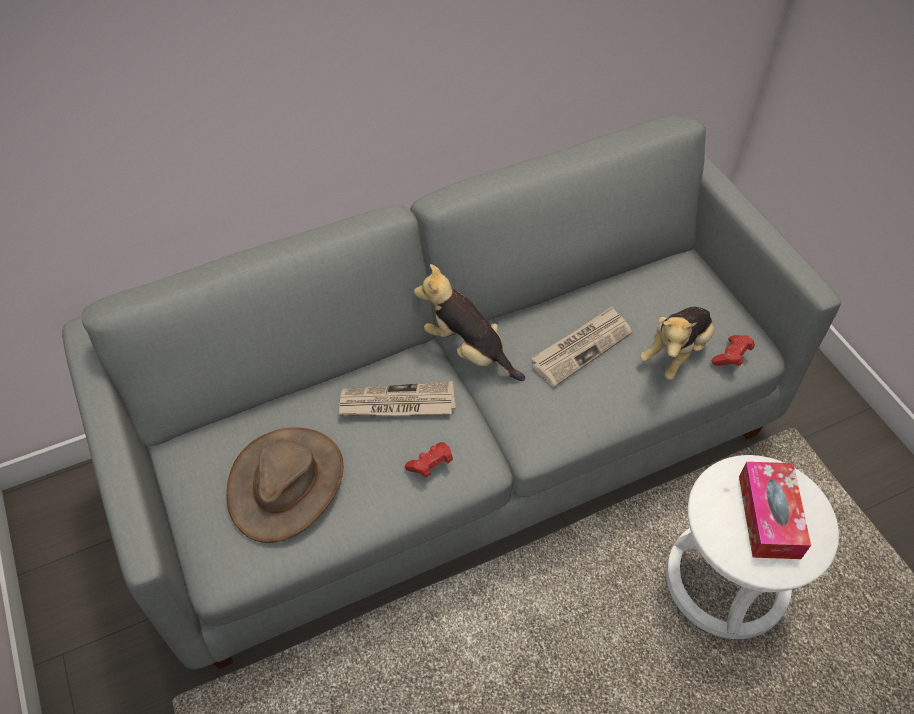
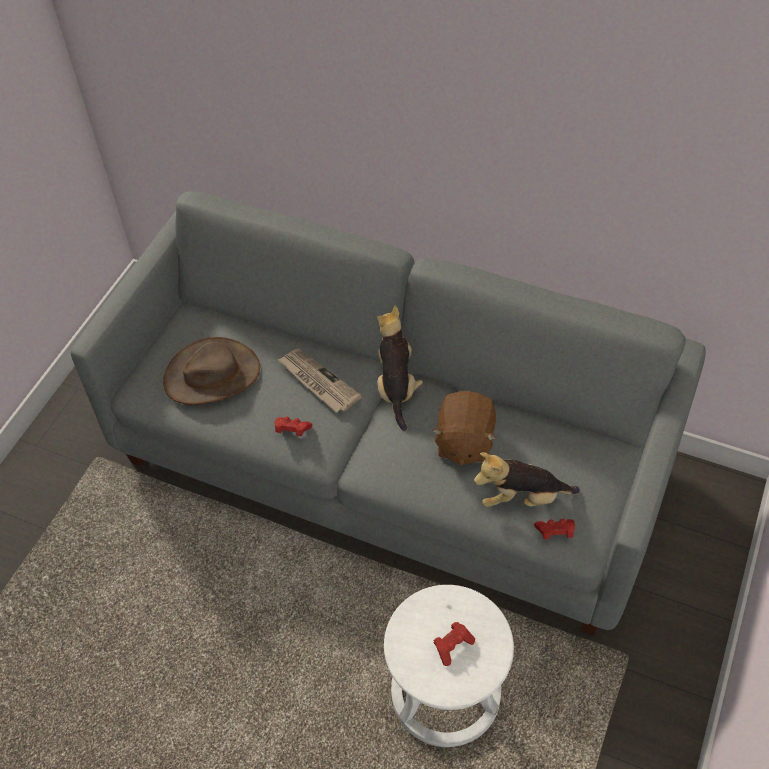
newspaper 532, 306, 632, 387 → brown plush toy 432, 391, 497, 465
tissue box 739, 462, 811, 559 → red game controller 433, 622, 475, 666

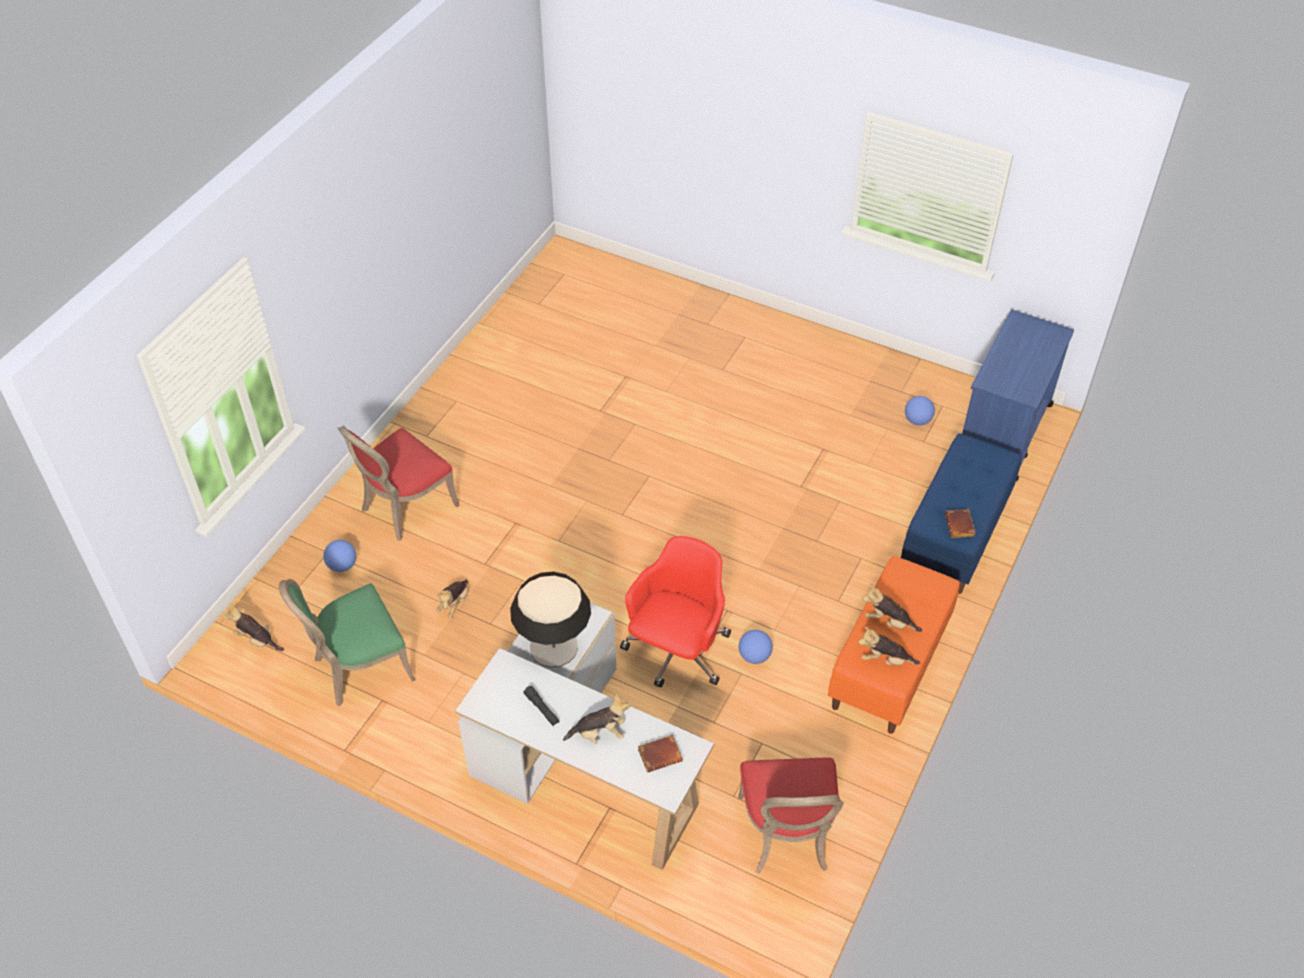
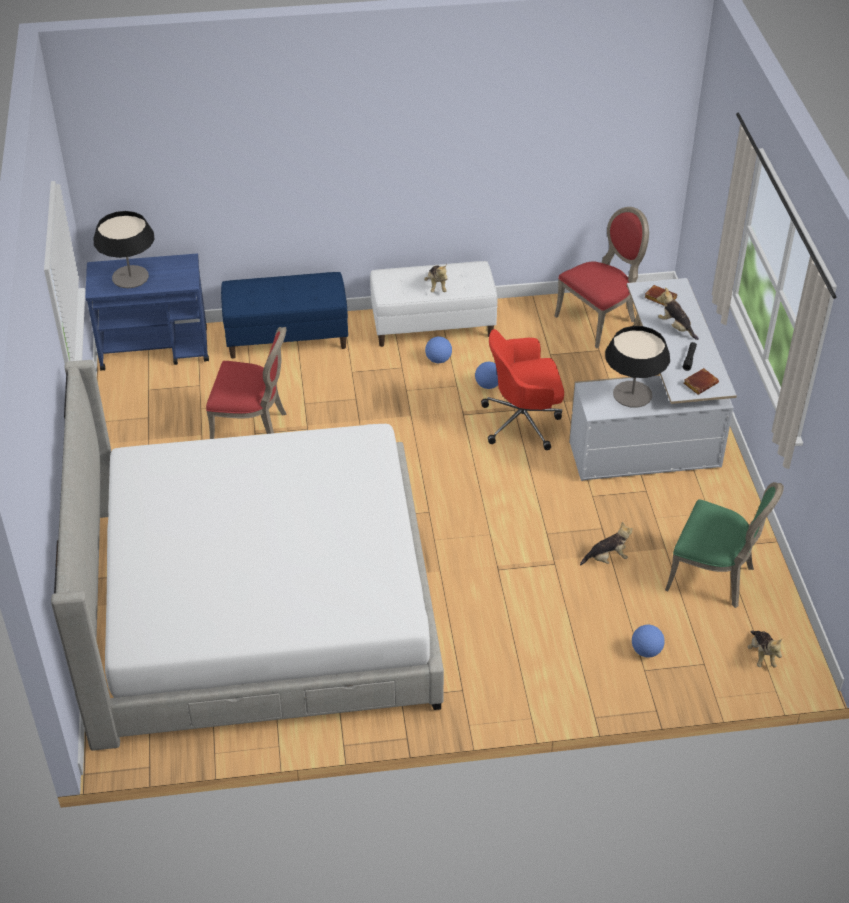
- → bed 51, 360, 444, 751
- → table lamp 94, 211, 155, 288
red chair 338, 425, 460, 541 → red chair 206, 327, 287, 439, move
orange bench 828, 556, 960, 734 → white bench 370, 261, 498, 347
football 905, 396, 935, 426 → football 425, 336, 452, 363, move
brown book 945, 509, 976, 538 → brown book 684, 368, 719, 395, move
plush toy 858, 627, 920, 666 → -

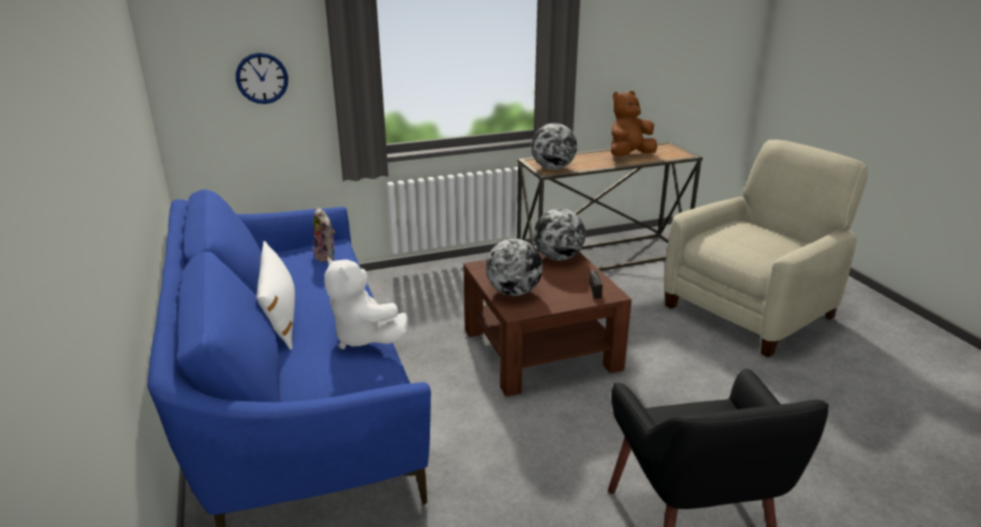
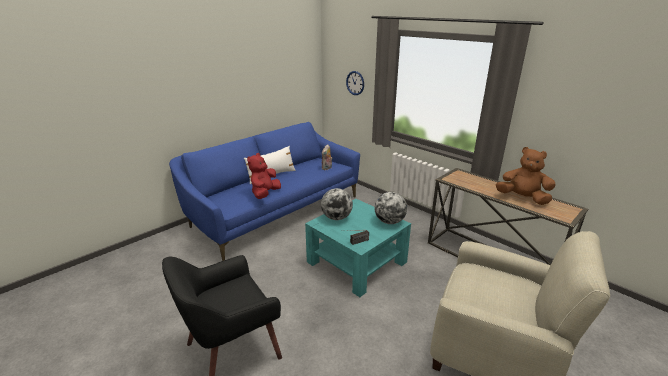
white plush toy 324, 257, 408, 349 → red plush toy 247, 153, 281, 199
brown coffee table 464, 251, 632, 397 → turquoise coffee table 305, 199, 411, 297
globe 531, 123, 577, 170 → -

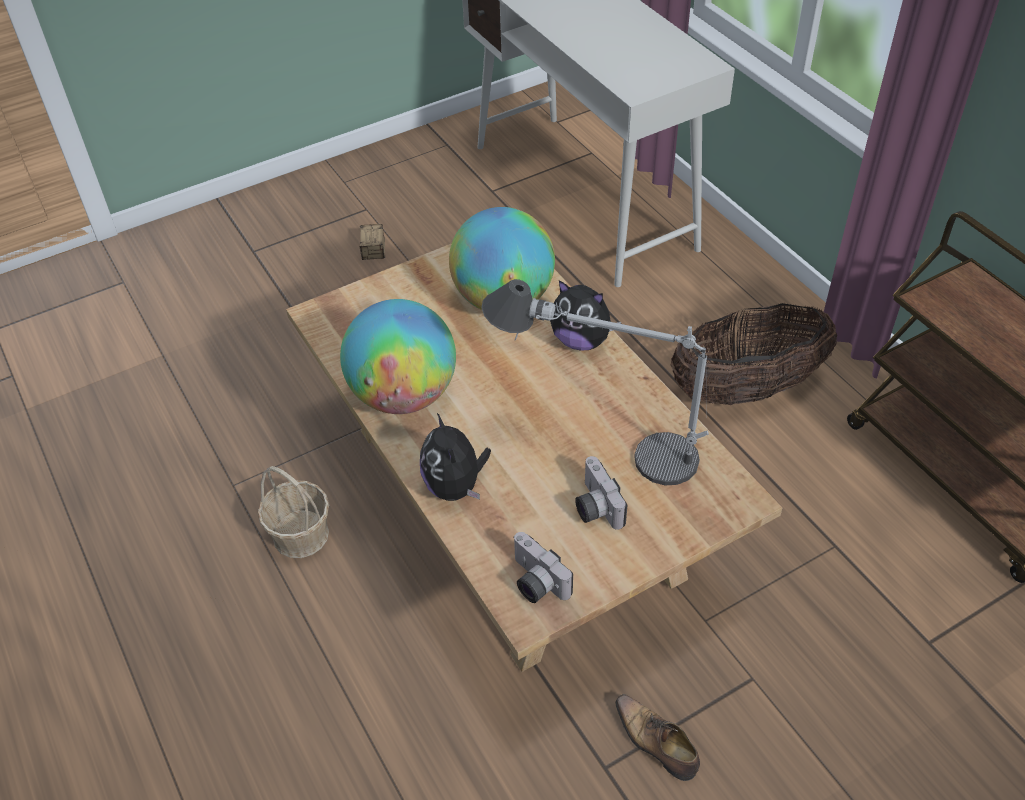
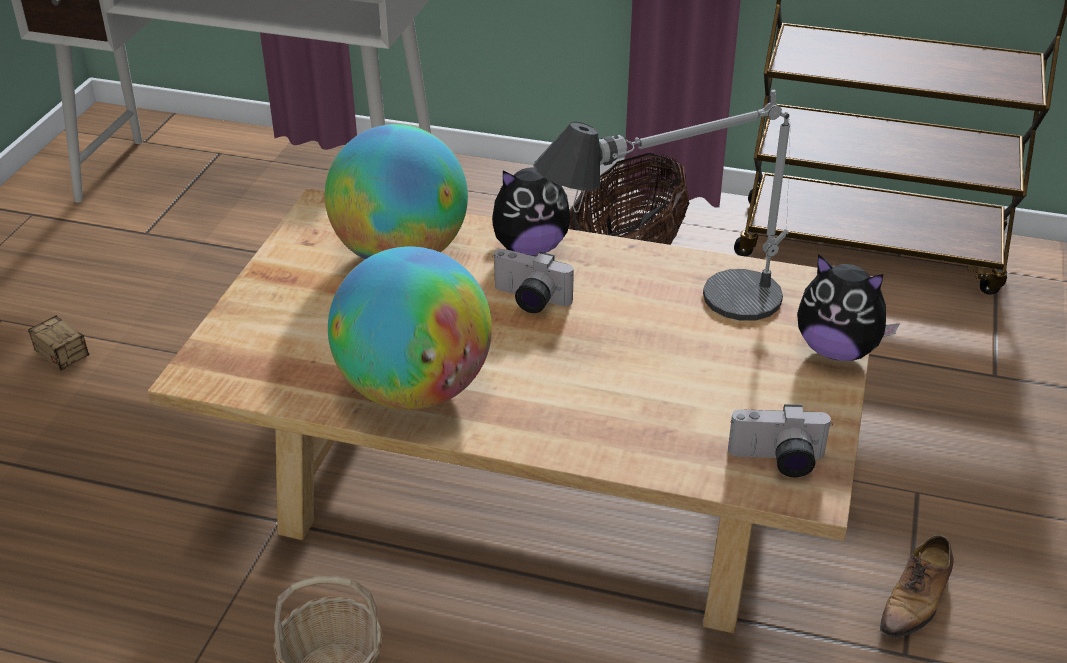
photo camera 575, 456, 627, 530 → photo camera 492, 249, 574, 313, move
plush toy 420, 413, 491, 501 → plush toy 797, 254, 899, 361, move
shoe 615, 694, 700, 781 → shoe 880, 535, 953, 644, 60 degrees counterclockwise

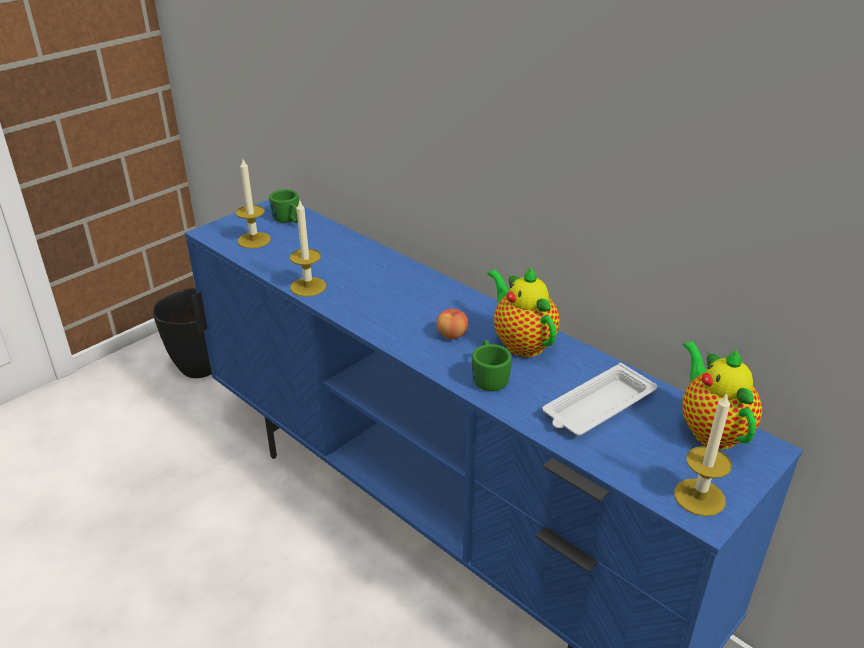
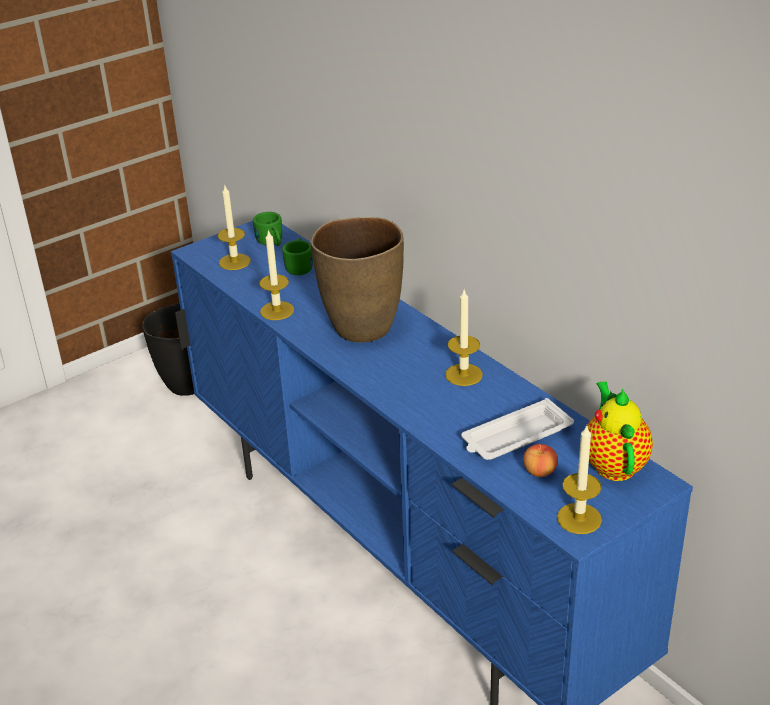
green mug 472, 340, 512, 391 → green mug 282, 238, 313, 275, move
- → brown vase 311, 217, 404, 343
teapot 488, 267, 560, 357 → candle 445, 290, 483, 386
apple 436, 308, 468, 339 → apple 523, 444, 558, 477, move

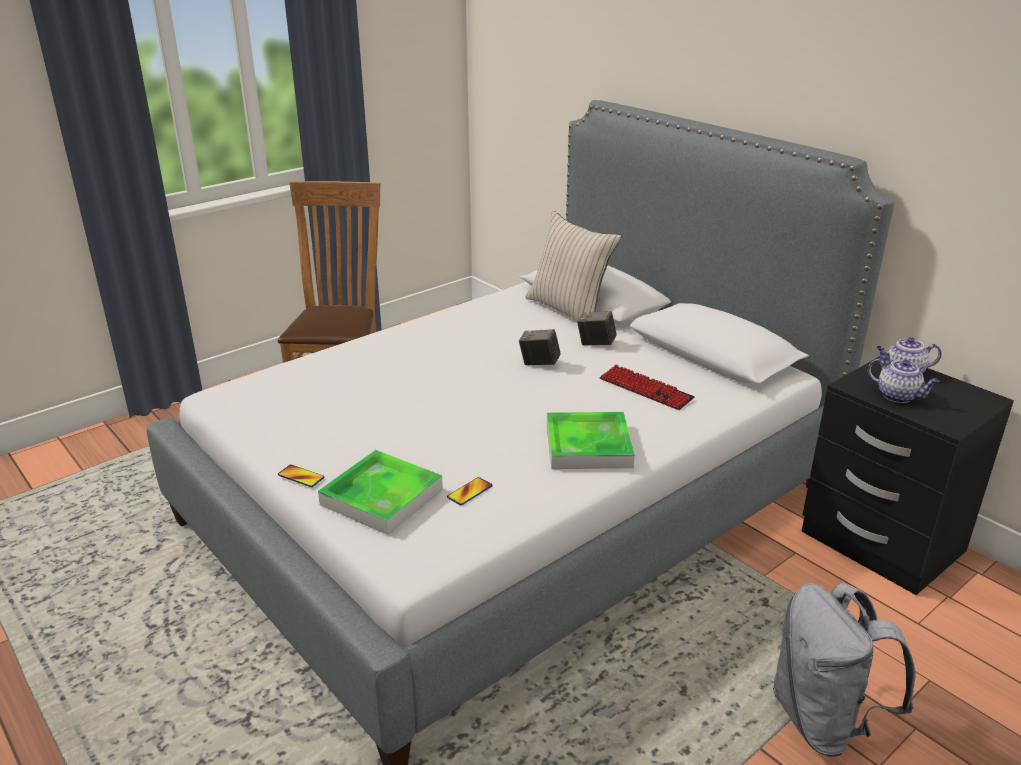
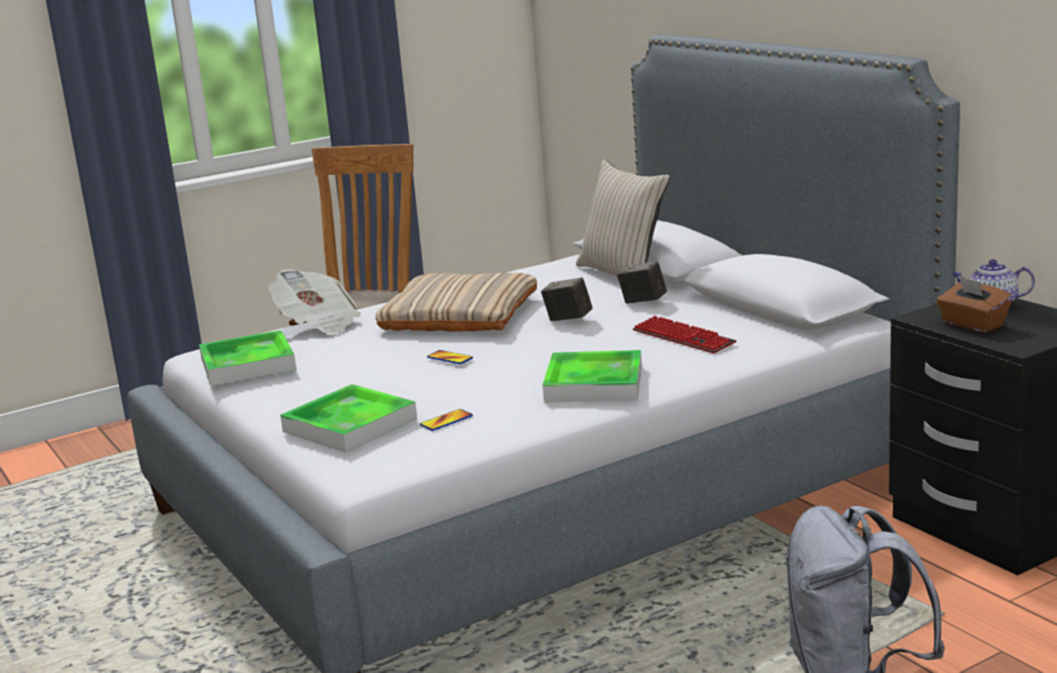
- → tray 199, 330, 297, 386
- → newspaper 268, 269, 361, 335
- → beige pillow 375, 273, 537, 332
phone 278, 465, 324, 487 → phone 427, 350, 473, 364, move
teapot 868, 358, 940, 403 → brown tissue box 937, 276, 1012, 333

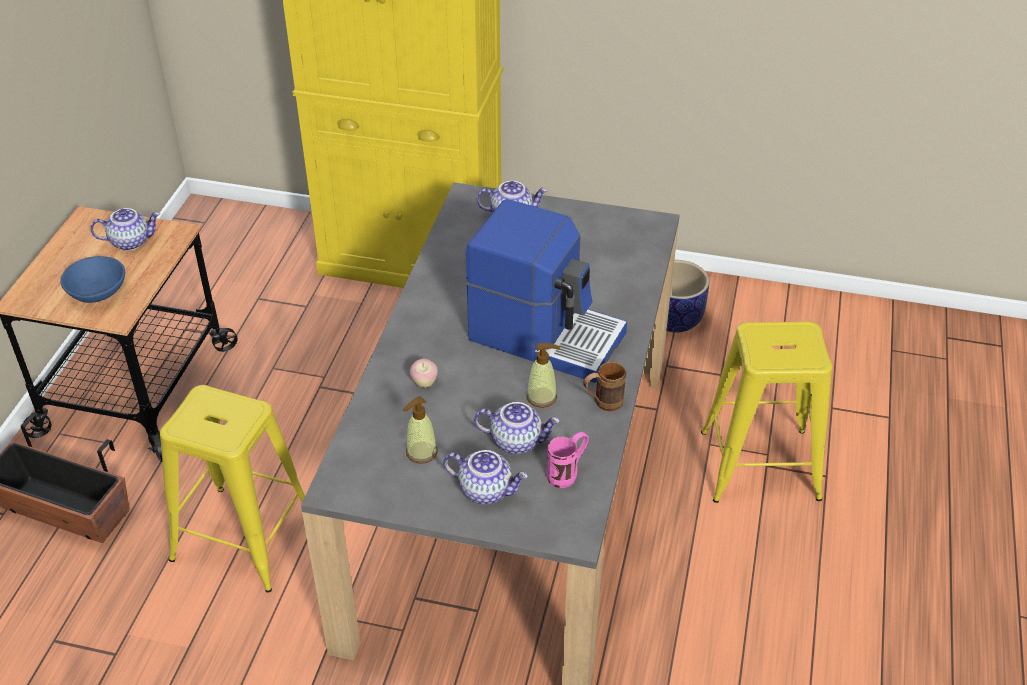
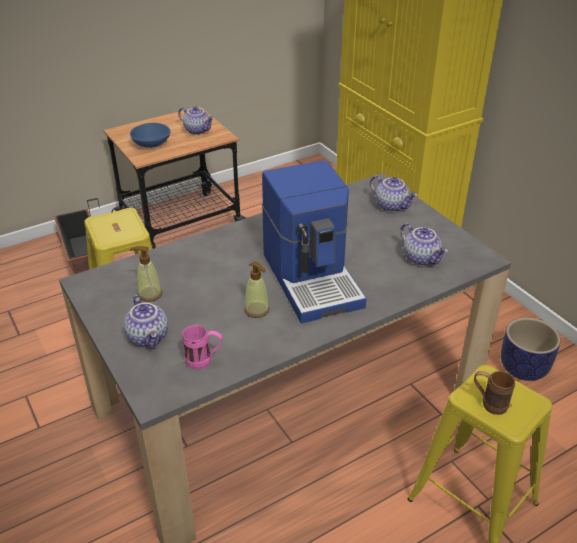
teapot 474, 402, 560, 454 → teapot 400, 223, 448, 266, move
brown mug 583, 362, 626, 411 → brown mug 474, 371, 515, 415, move
apple 410, 359, 438, 388 → -

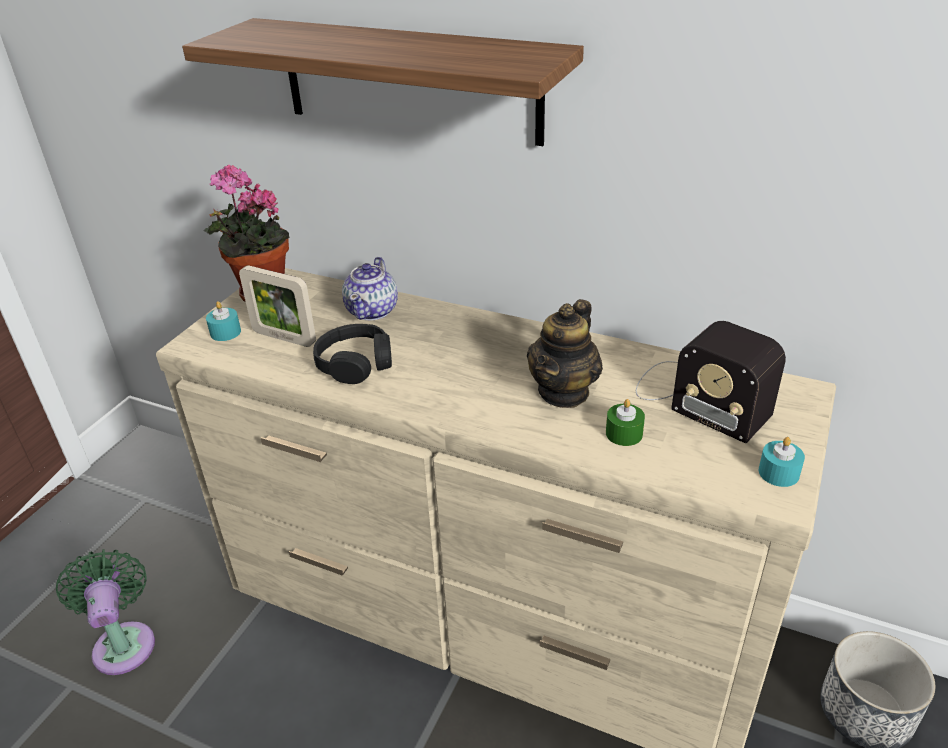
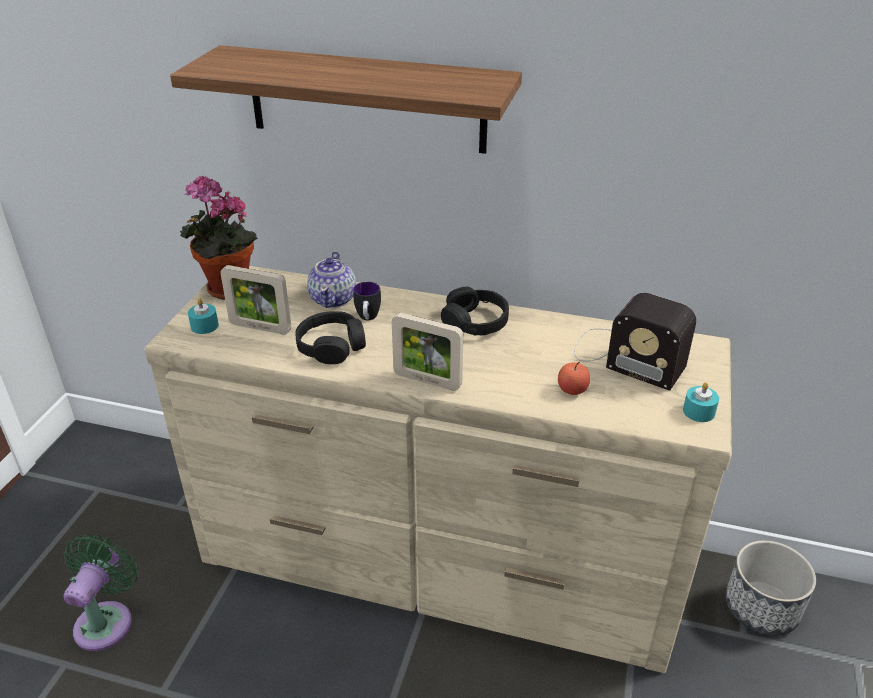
green fan 56, 549, 155, 675 → green fan 64, 534, 138, 651, 45 degrees clockwise
- → mug 353, 282, 381, 320
- → picture frame 392, 313, 463, 391
- → black headphones 441, 287, 509, 336
green candle 606, 399, 645, 446 → apple 558, 362, 590, 395
teapot 527, 299, 603, 408 → -

